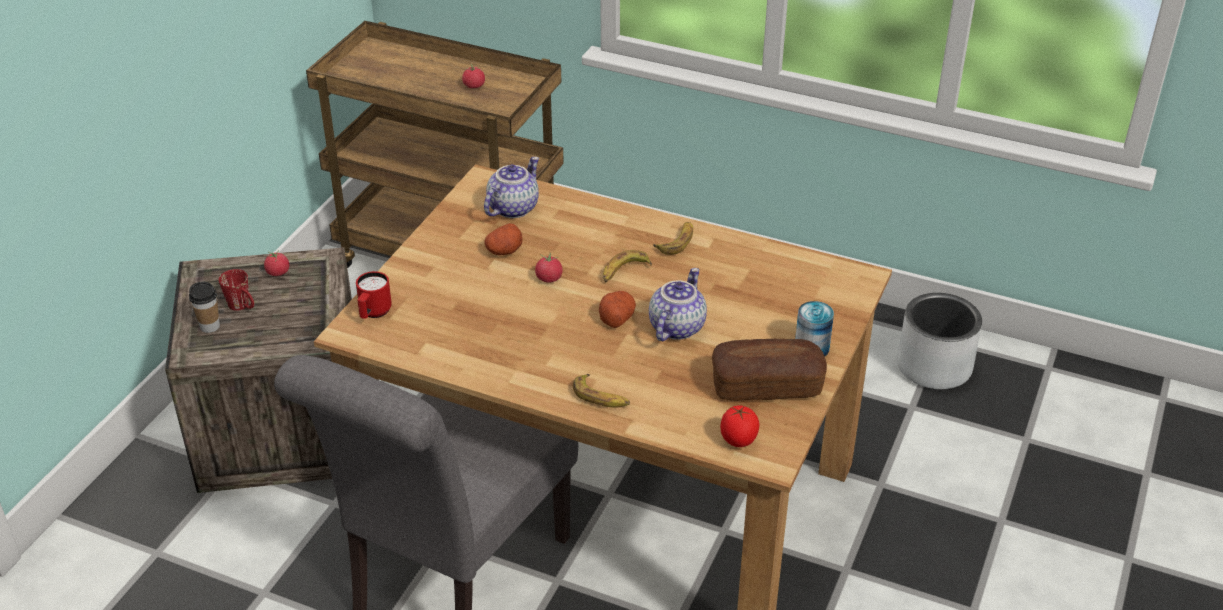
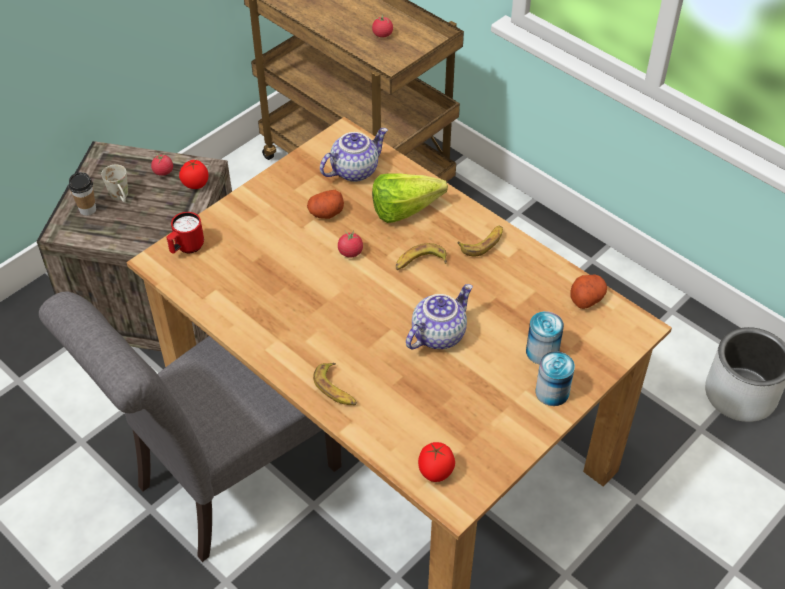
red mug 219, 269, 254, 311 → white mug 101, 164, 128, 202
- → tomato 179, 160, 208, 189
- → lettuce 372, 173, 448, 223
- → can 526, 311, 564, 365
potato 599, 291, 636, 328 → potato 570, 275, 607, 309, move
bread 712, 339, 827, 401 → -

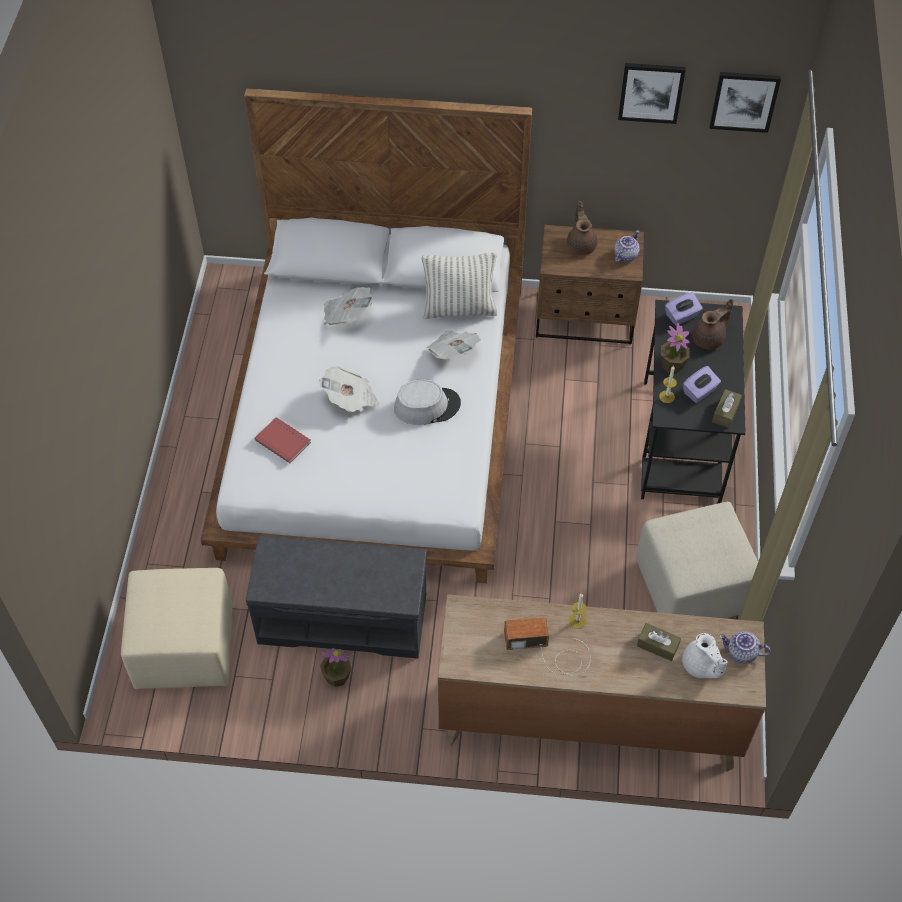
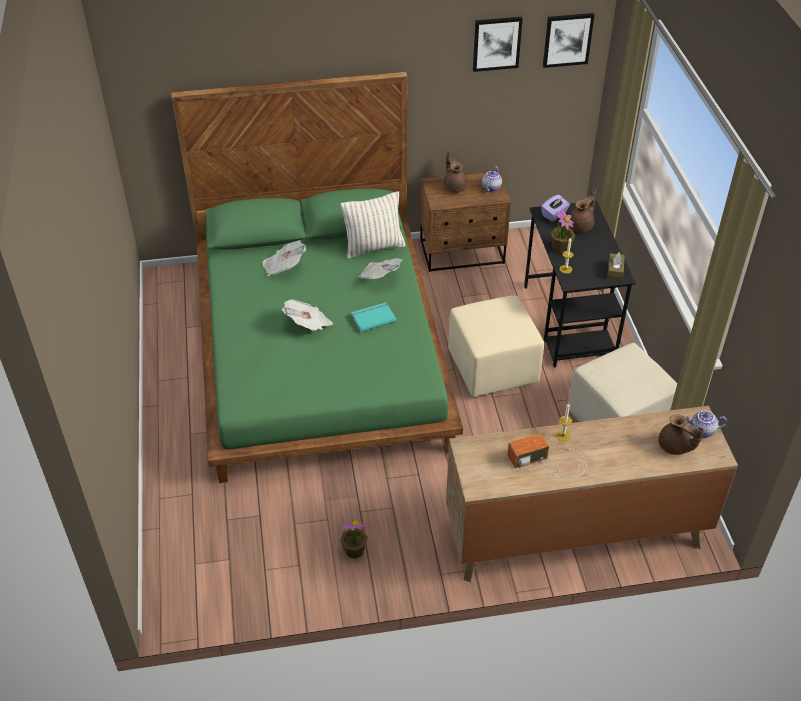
white bed 201, 88, 532, 583 → green bed 171, 72, 463, 483
grey hat 394, 379, 461, 425 → turquoise book 351, 302, 397, 332
beige ottoman 121, 568, 233, 689 → beige ottoman 448, 295, 544, 397, move
white teapot 682, 633, 728, 678 → brown teapot 658, 414, 704, 455
grey bench 246, 535, 427, 659 → -
red book 255, 417, 311, 463 → -
brown tissue box 637, 623, 681, 661 → -
purple tissue box 683, 366, 721, 403 → -

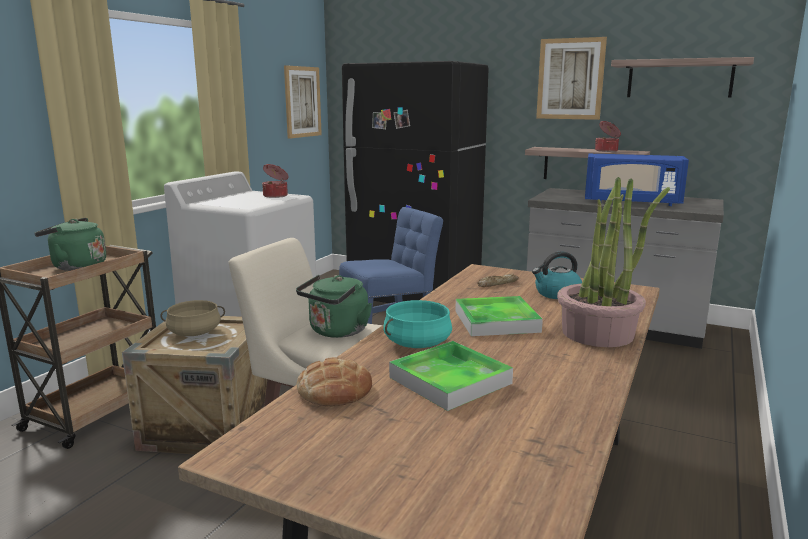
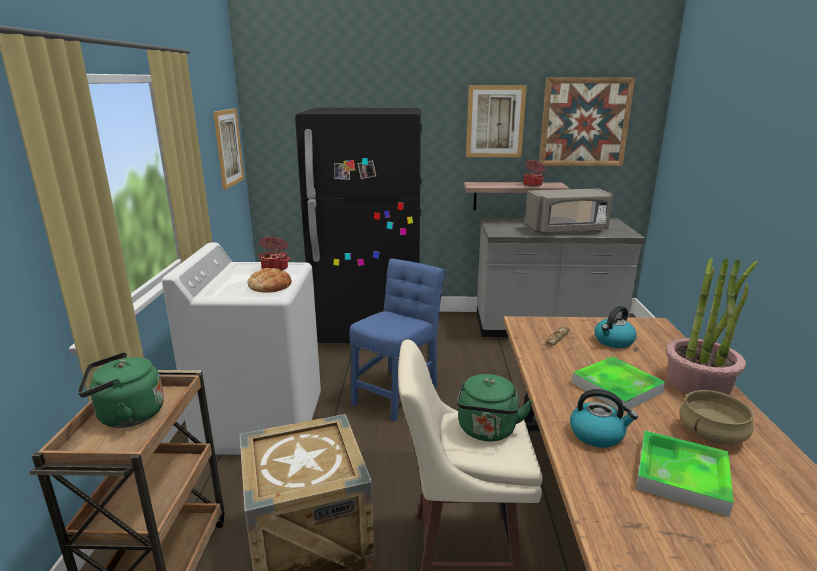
bread 297, 357, 372, 407 → bread 248, 268, 292, 293, move
blue microwave 585, 154, 689, 206 → grey microwave 525, 188, 613, 234
shelf 611, 57, 754, 98 → picture 539, 77, 635, 166
turquoise cooking pot 383, 300, 452, 348 → kettle 570, 389, 638, 448
beige cooking pot 161, 300, 225, 336 → beige cooking pot 679, 390, 754, 445, move

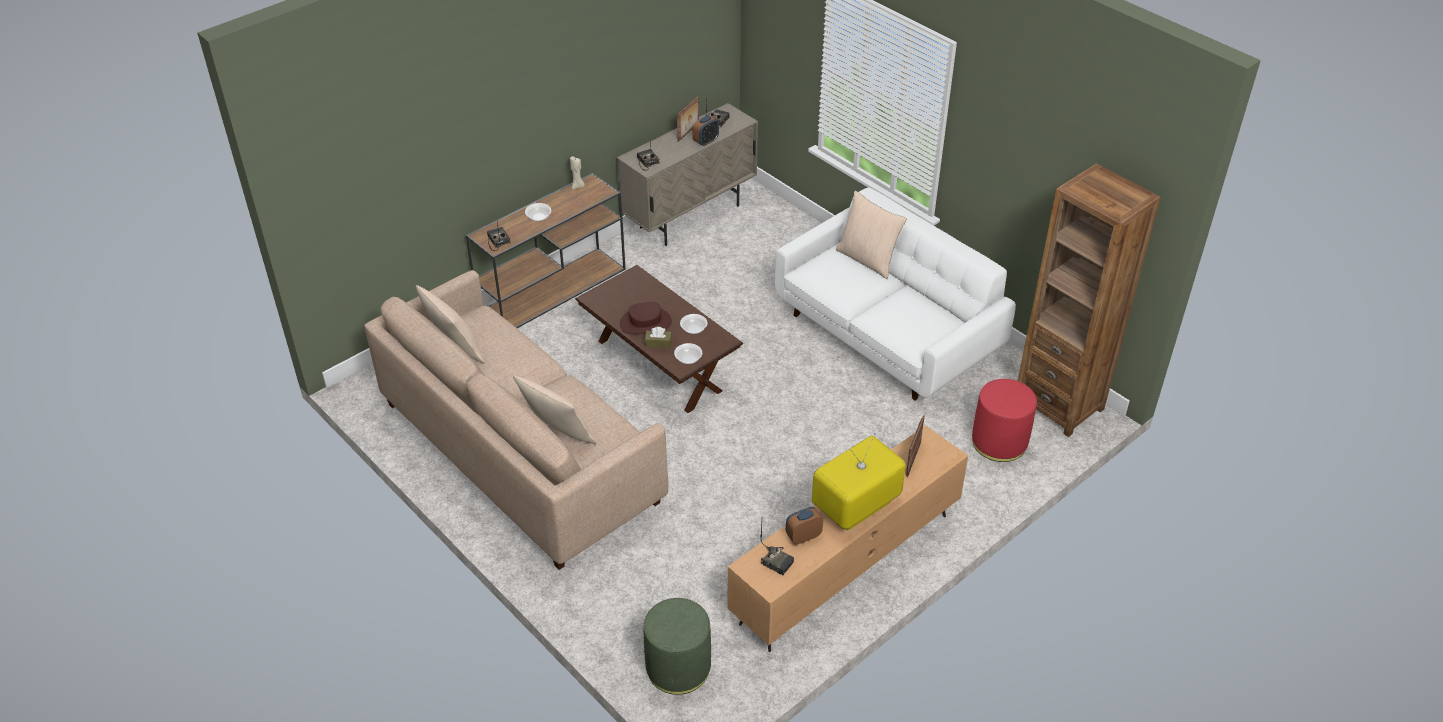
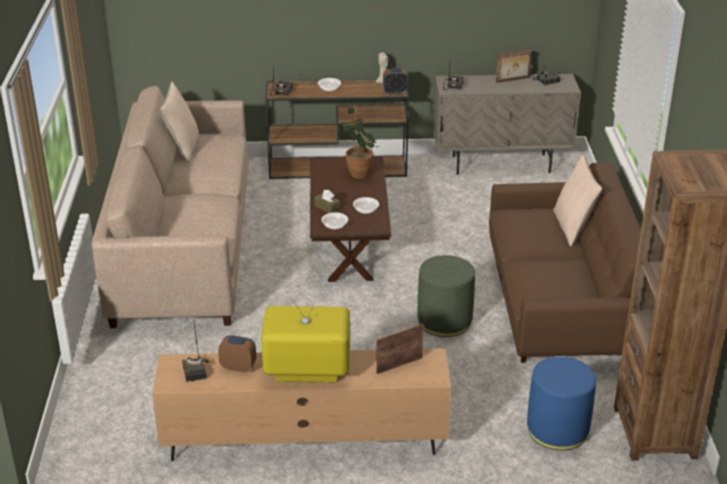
- → potted plant 341, 104, 378, 179
alarm clock 693, 115, 719, 146 → alarm clock 383, 68, 408, 95, move
green ottoman 644, 598, 711, 695 → green ottoman 417, 255, 475, 337, move
white sofa 775, 187, 1016, 401 → brown sofa 489, 163, 641, 363
red ottoman 972, 379, 1037, 462 → blue ottoman 527, 357, 596, 450
beige pillow 513, 376, 596, 444 → -
brown hat 620, 302, 672, 334 → -

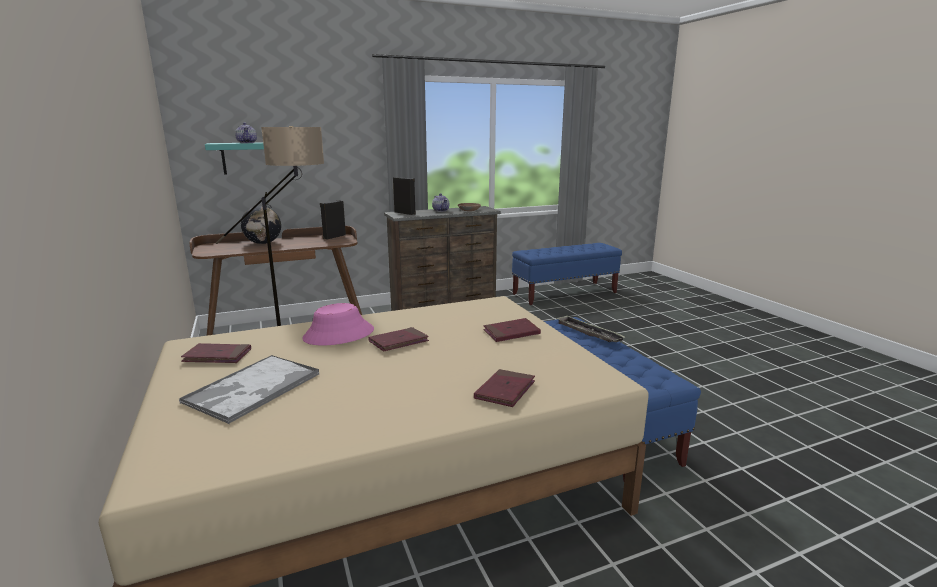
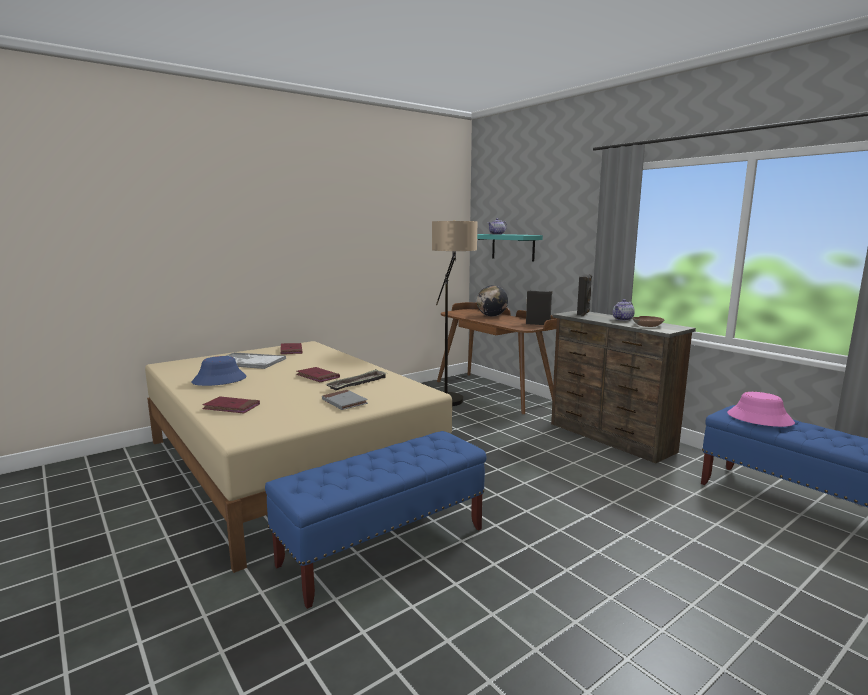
- → blue hat 192, 356, 247, 386
red book 483, 318, 541, 342 → grey book 322, 390, 368, 410
tray 556, 315, 625, 342 → tray 326, 369, 386, 391, move
pink hat 302, 303, 374, 345 → pink hat 727, 392, 795, 427, move

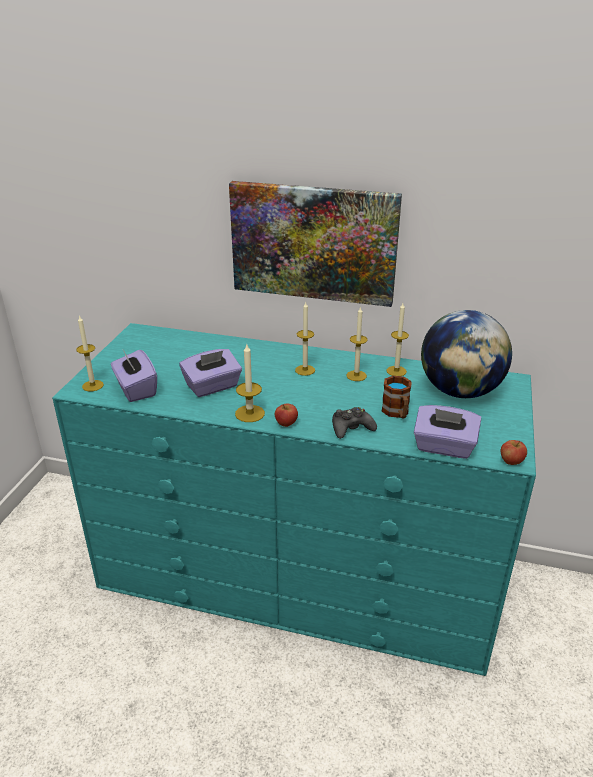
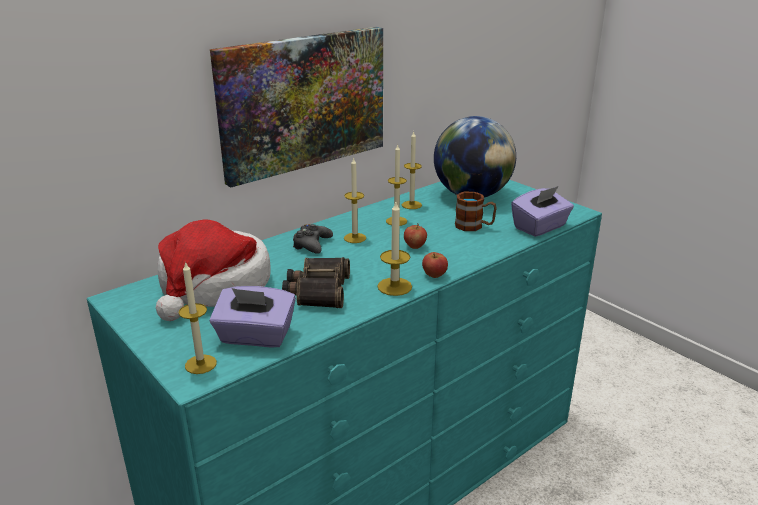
- → hat 156, 219, 271, 321
purple tissue box 180, 349, 242, 397 → binoculars 282, 257, 350, 308
black game controller 332, 407, 377, 439 → black game controller 293, 224, 333, 254, move
apple 501, 440, 527, 465 → apple 404, 223, 427, 249, move

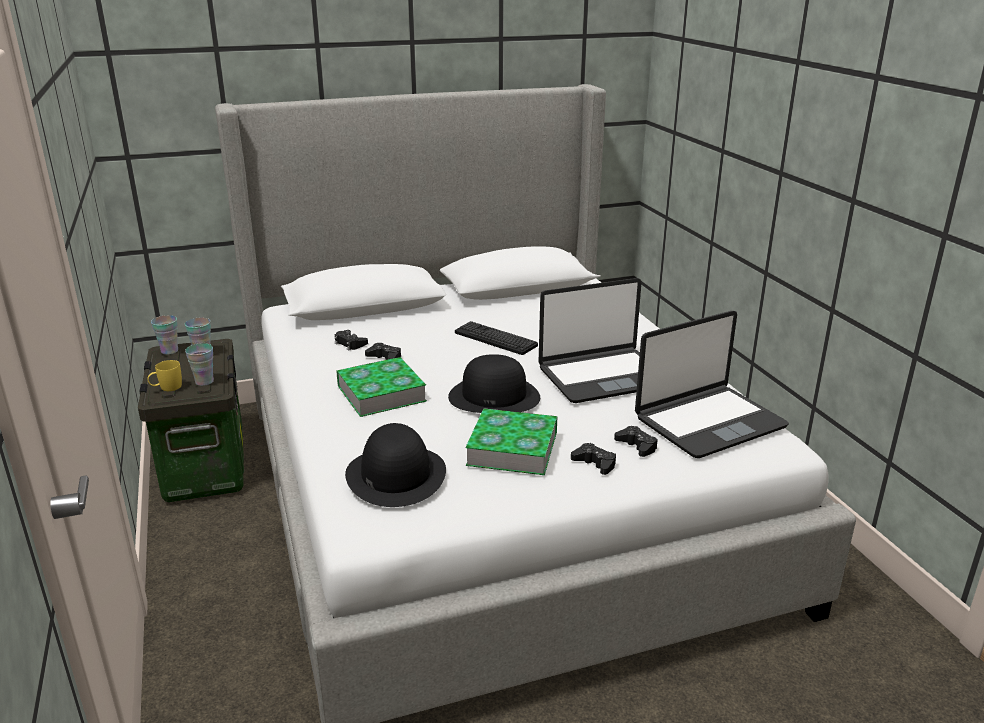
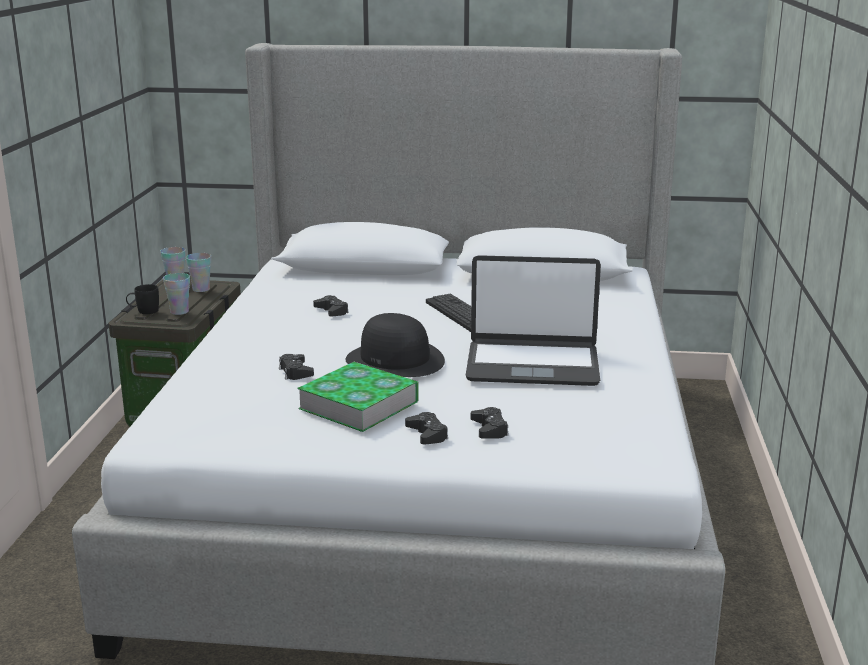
yellow mug 147, 360, 182, 391 → black mug 126, 284, 159, 314
black game controller 335, 330, 368, 350 → black game controller 279, 354, 314, 380, move
book 336, 357, 427, 417 → -
black hat 345, 423, 446, 507 → -
laptop 635, 311, 789, 458 → -

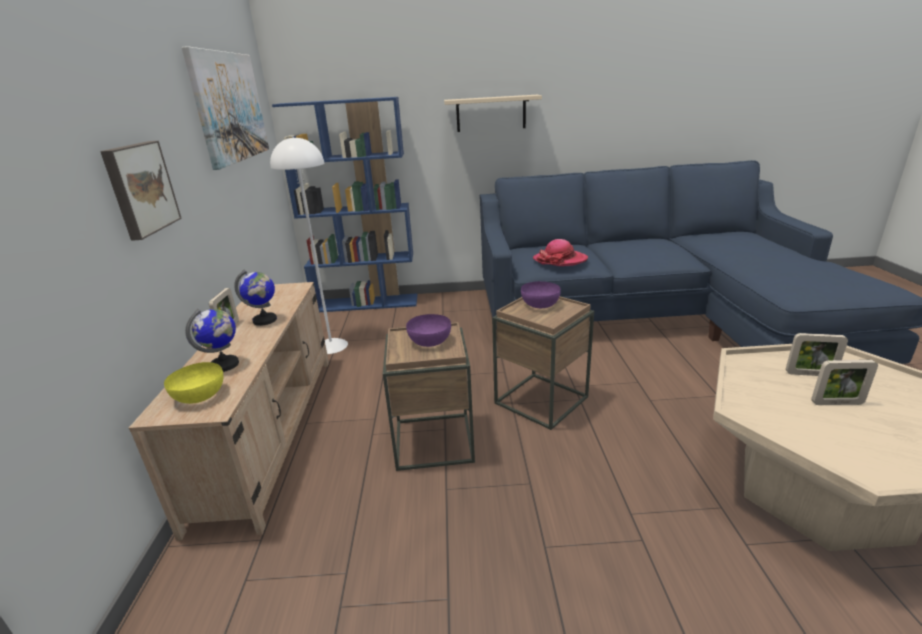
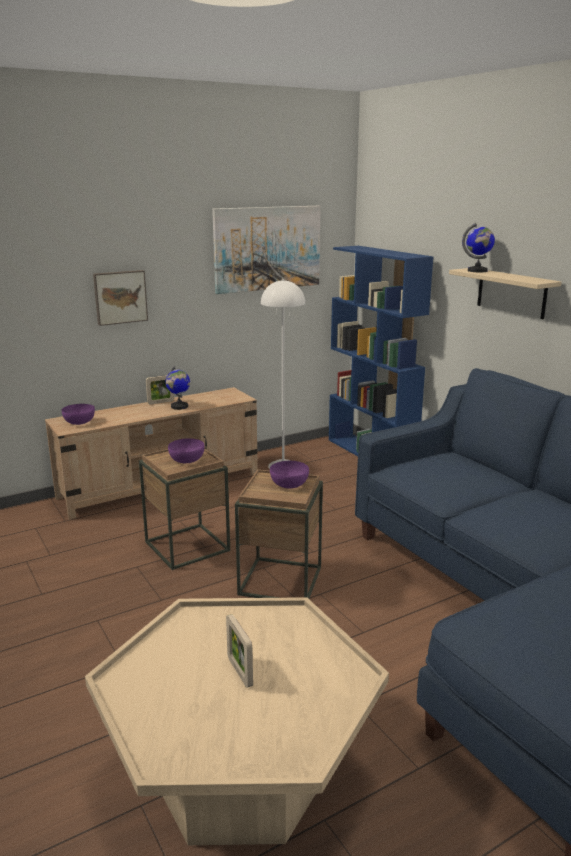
yellow bowl 164, 362, 223, 404 → purple bowl 62, 404, 95, 425
globe 185, 309, 239, 372 → globe 462, 223, 495, 272, move
hat 533, 239, 588, 266 → -
picture frame 786, 333, 848, 376 → -

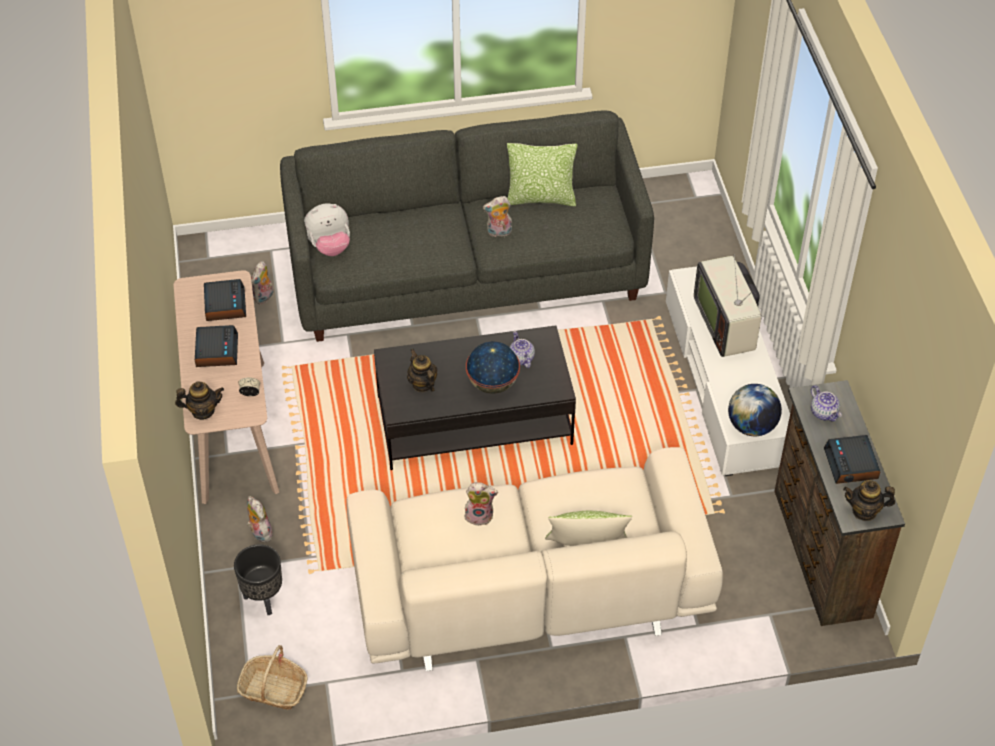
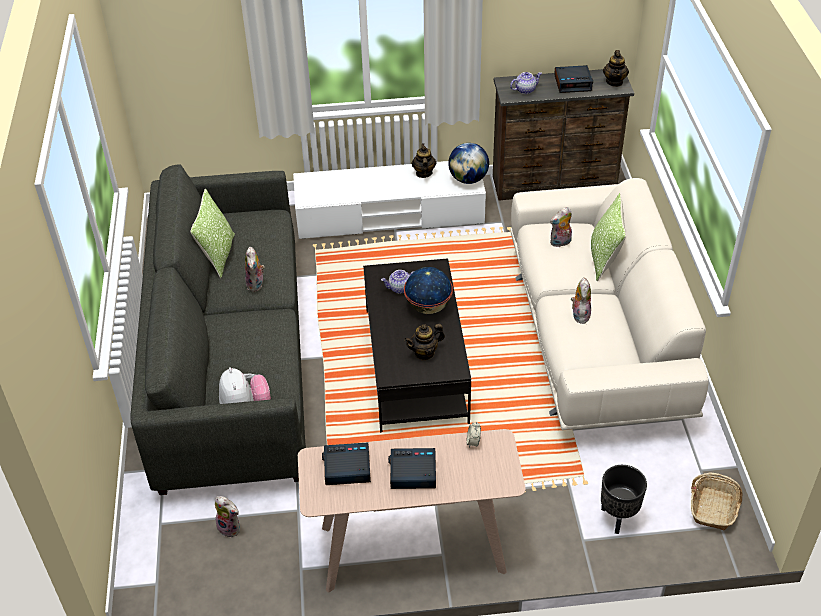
teapot 175, 381, 224, 420 → teapot 411, 143, 437, 178, move
plush toy 247, 496, 273, 543 → plush toy 550, 207, 572, 247, move
television 694, 254, 762, 357 → -

